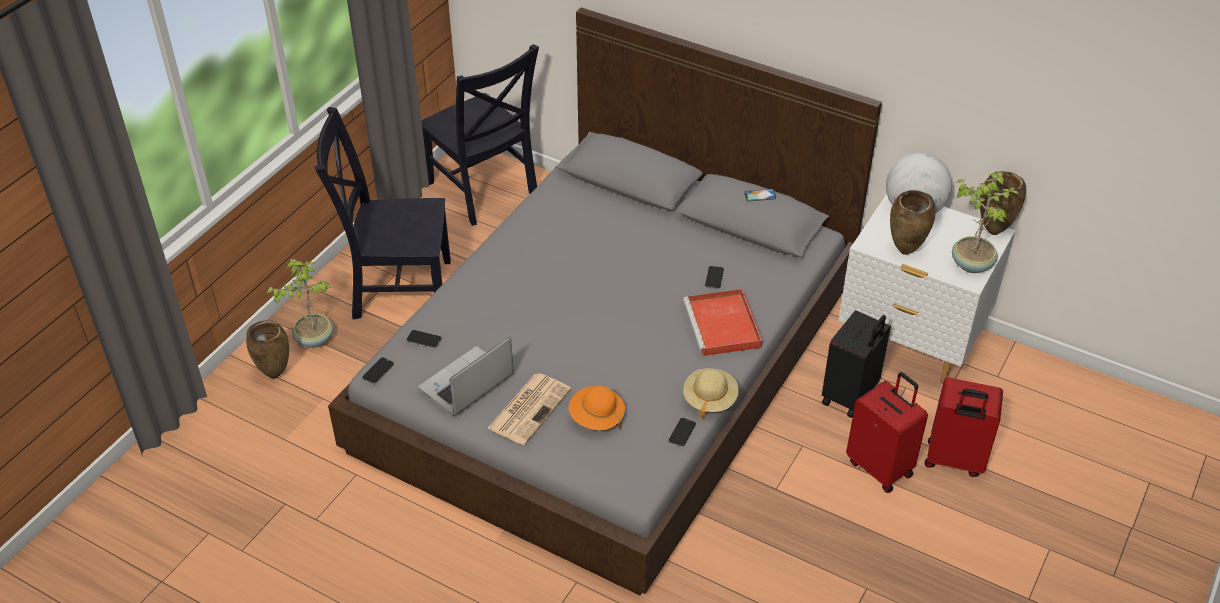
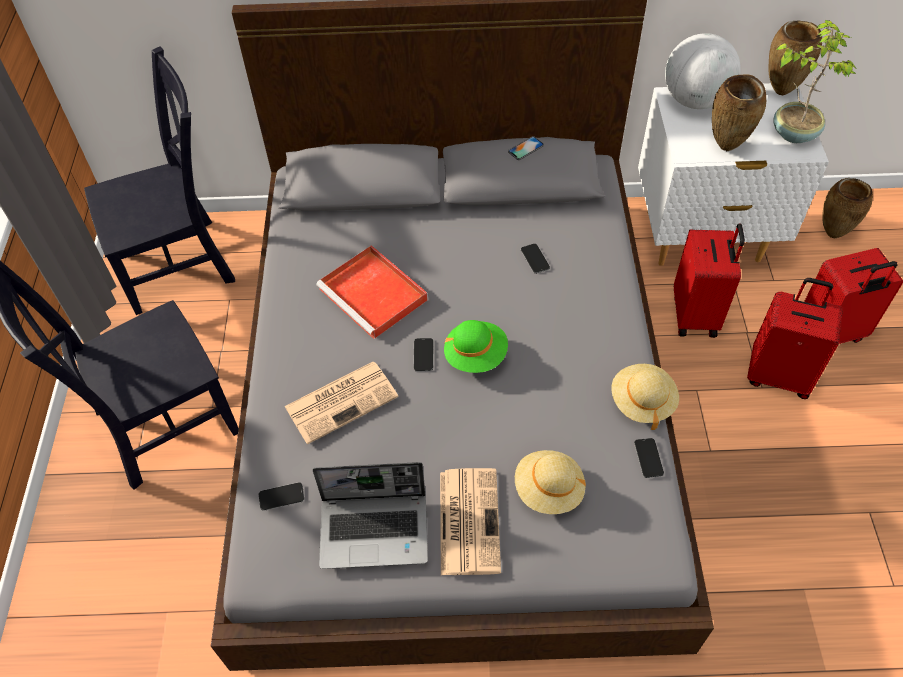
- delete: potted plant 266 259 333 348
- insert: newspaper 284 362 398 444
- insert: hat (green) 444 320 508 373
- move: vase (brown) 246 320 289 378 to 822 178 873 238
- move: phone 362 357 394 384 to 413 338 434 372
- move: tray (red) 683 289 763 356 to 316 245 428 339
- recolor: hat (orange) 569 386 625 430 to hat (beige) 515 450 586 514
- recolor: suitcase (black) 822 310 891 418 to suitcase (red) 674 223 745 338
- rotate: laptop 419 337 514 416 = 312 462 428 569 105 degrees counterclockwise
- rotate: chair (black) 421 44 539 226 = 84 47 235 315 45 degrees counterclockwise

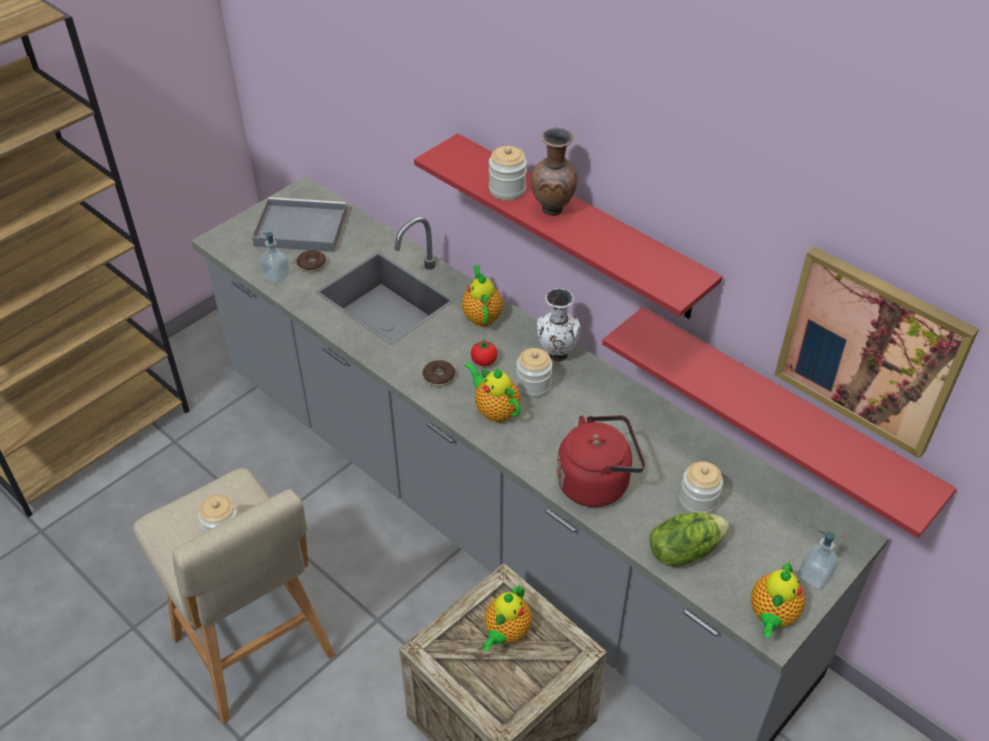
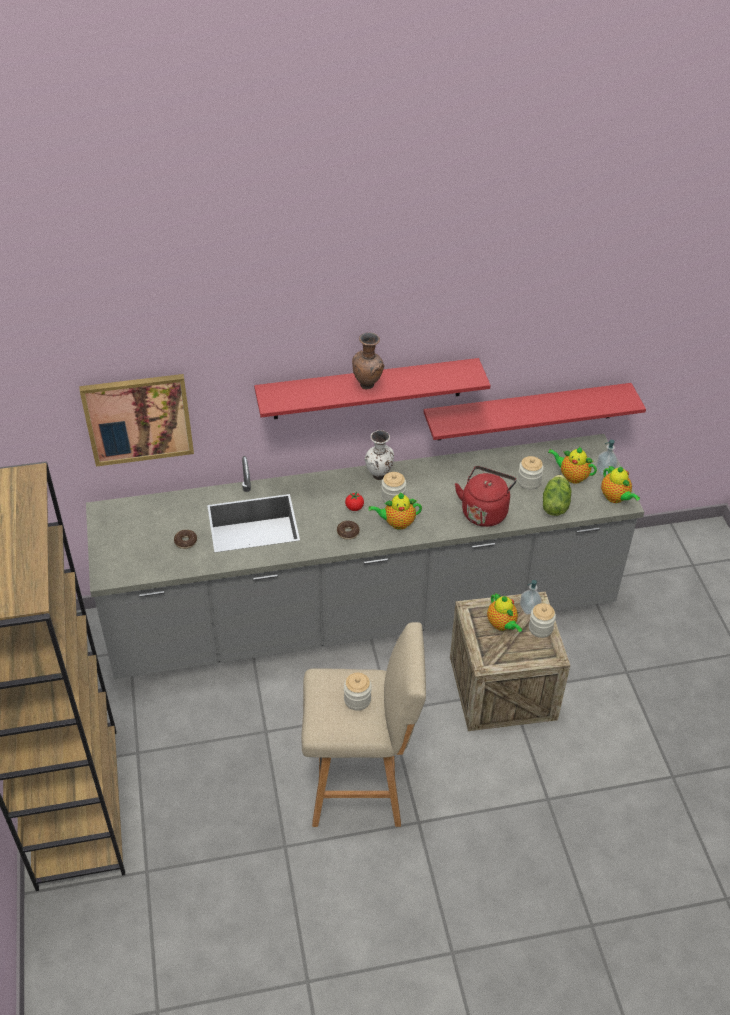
- delete: tray (grey) 252 197 347 252
- move: soap dispenser 260 232 291 284 to 520 580 542 615
- move: teapot 462 265 503 327 to 548 447 597 484
- move: jar 489 146 527 200 to 529 603 556 638
- move: picture 774 247 979 459 to 79 374 194 467

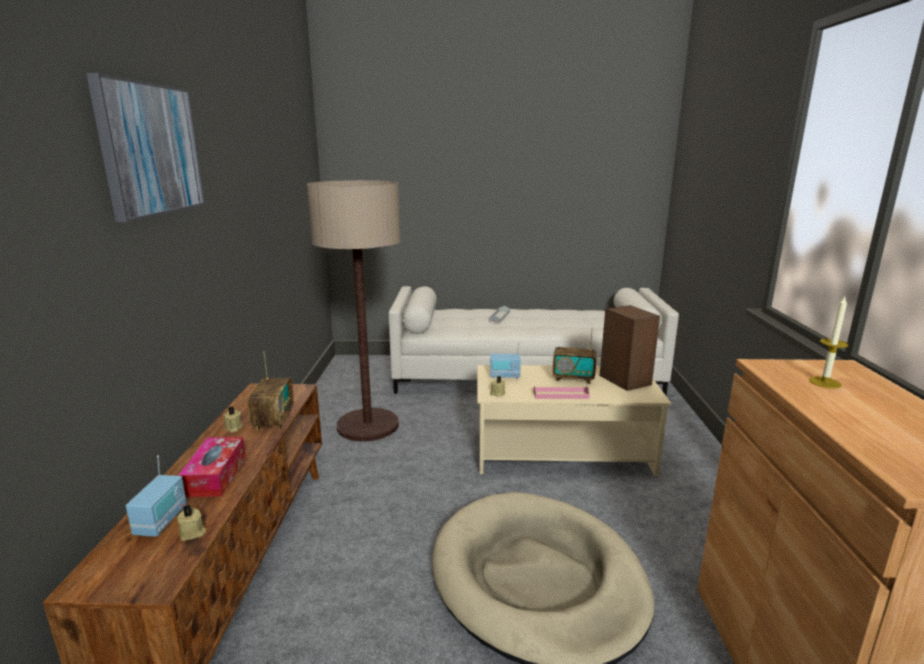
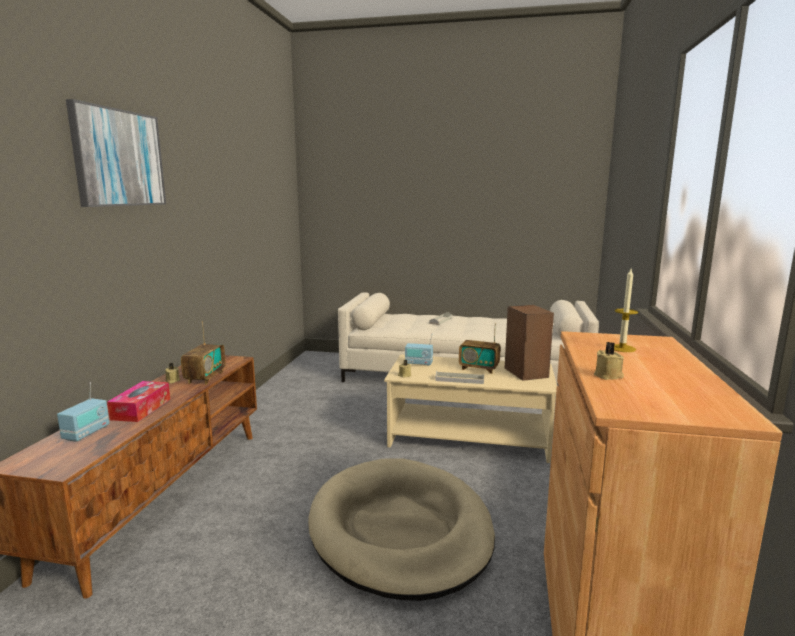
- delete: floor lamp 307 180 400 442
- move: candle (beige) 177 504 206 541 to 594 342 624 380
- recolor: tray (pink) 533 386 590 399 to tray (grey) 435 371 484 384

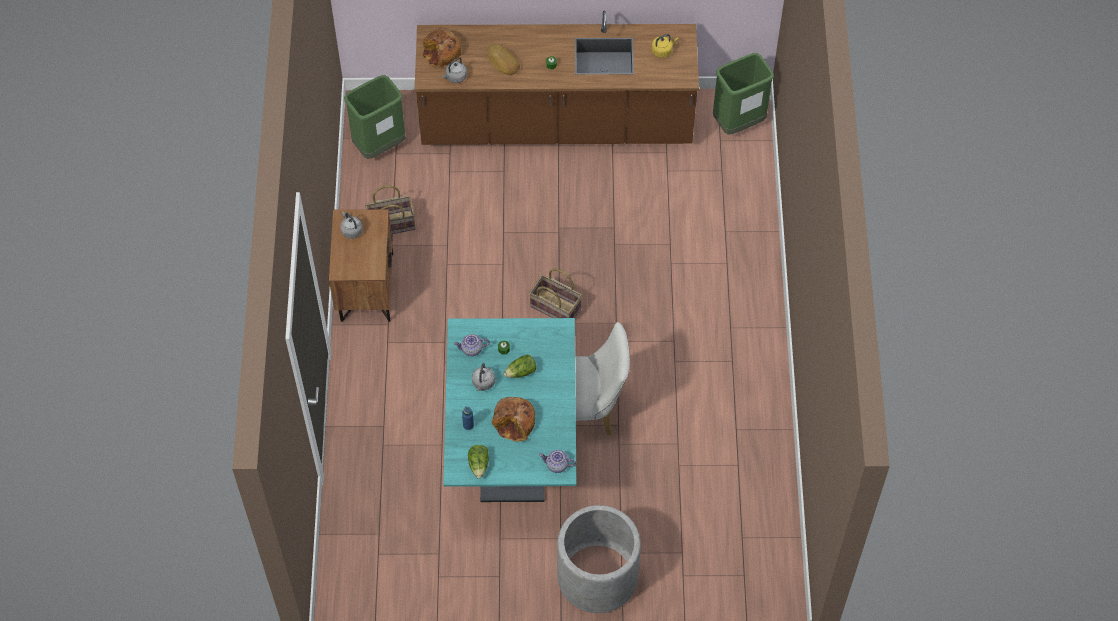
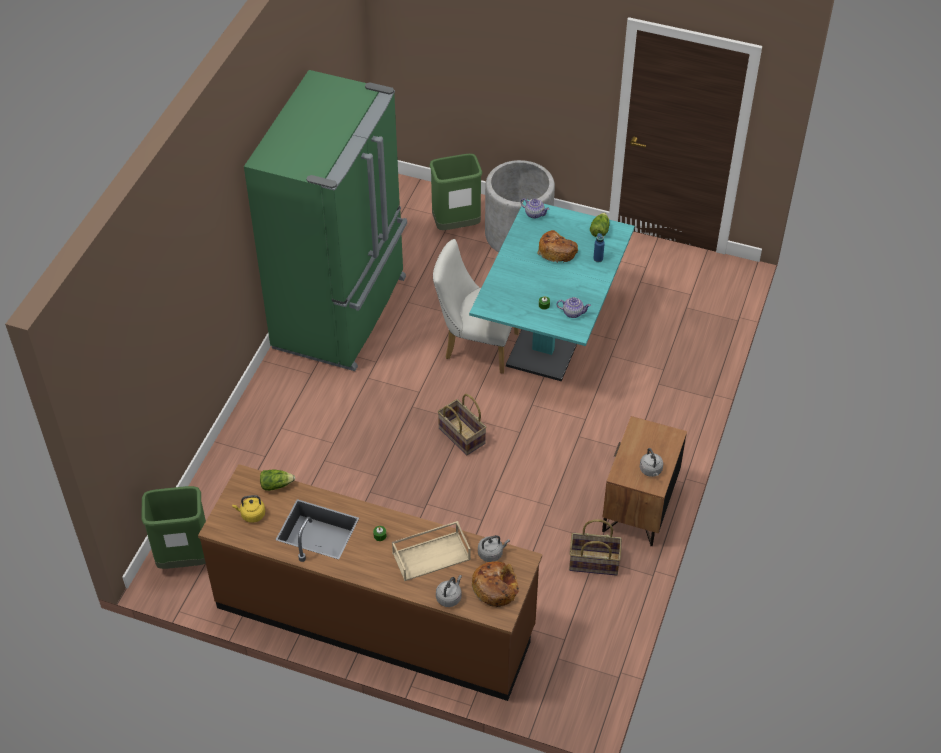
- insert: fridge (green) 244 70 407 371
- move: trash can (green) 344 75 406 159 to 429 154 482 230
- move: kettle (grey) 472 363 495 391 to 436 575 462 607
- move: lettuce 504 355 536 378 to 260 469 295 491
- replace: bread 487 44 520 75 to tray (beige) 392 521 471 581

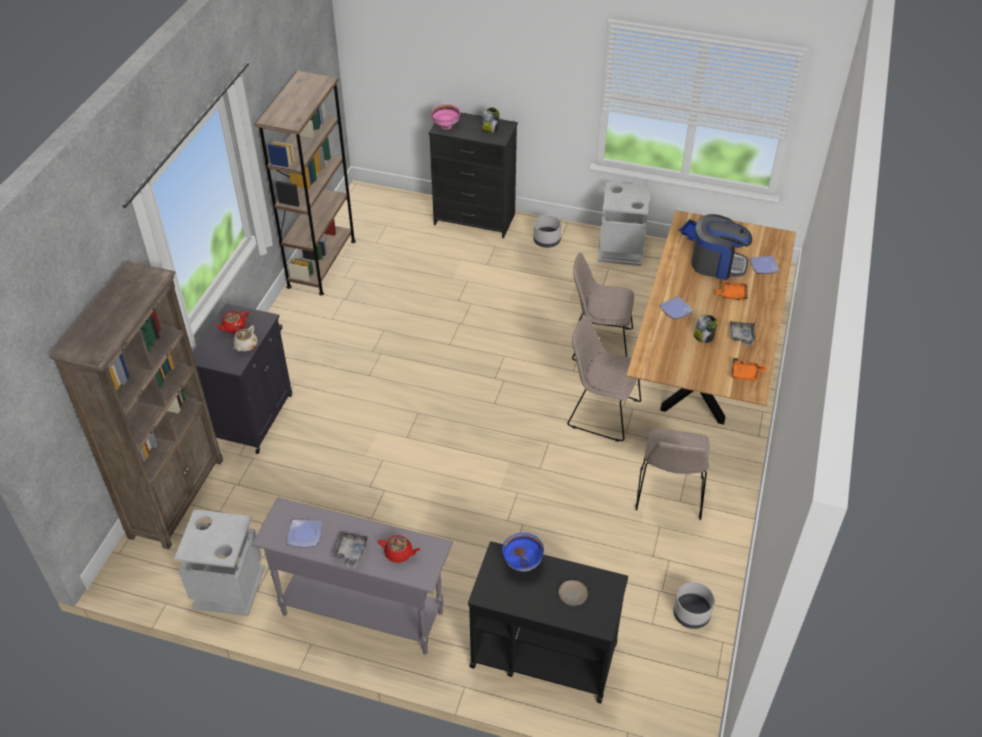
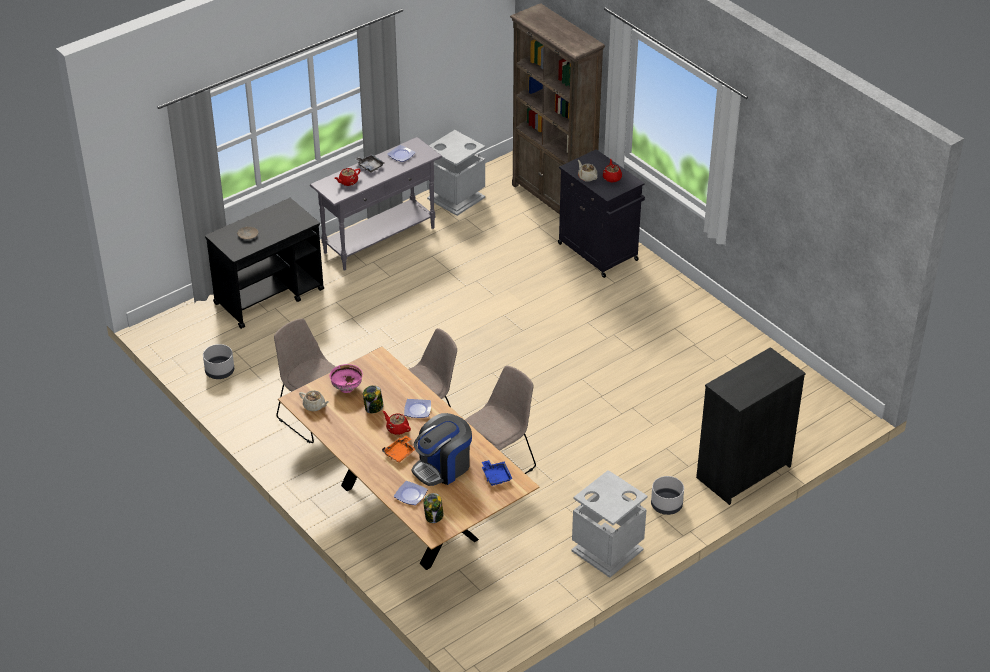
- delete: bookcase (brown) 256 71 356 296
- delete: bowl (blue) 502 533 544 571
- delete: tray (grey) 730 322 755 345
- insert: teapot (red) 383 411 411 435
- move: bowl (pink) 431 104 461 130 to 330 364 363 393
- move: jar 481 107 500 133 to 424 493 443 523
- replace: tray (orange) 731 358 767 381 to teapot (beige) 299 390 329 411

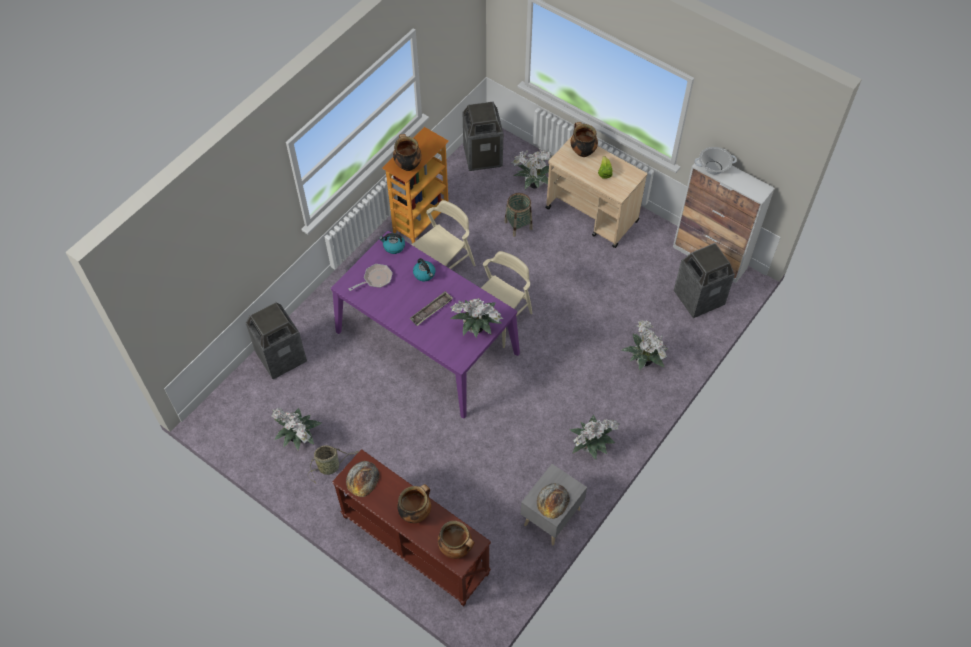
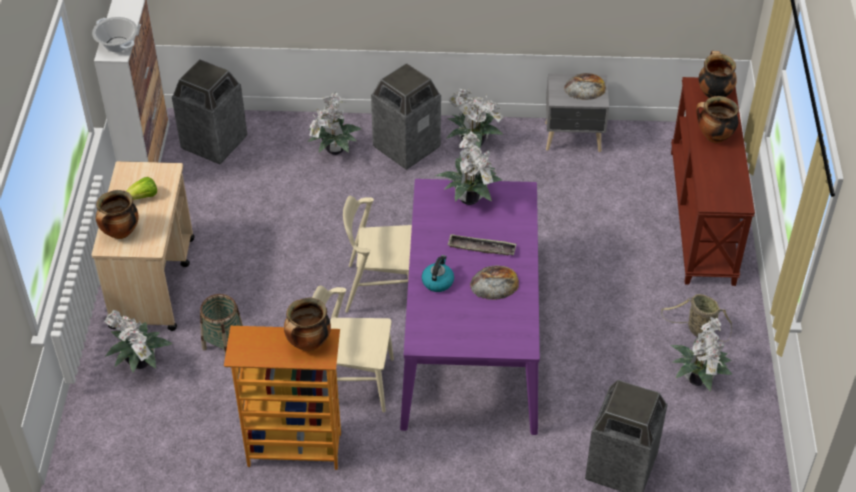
- delete: frying pan 348 264 393 291
- delete: kettle 379 233 405 254
- move: bread 346 461 380 497 to 470 265 519 300
- move: trash can 462 102 503 171 to 371 63 441 170

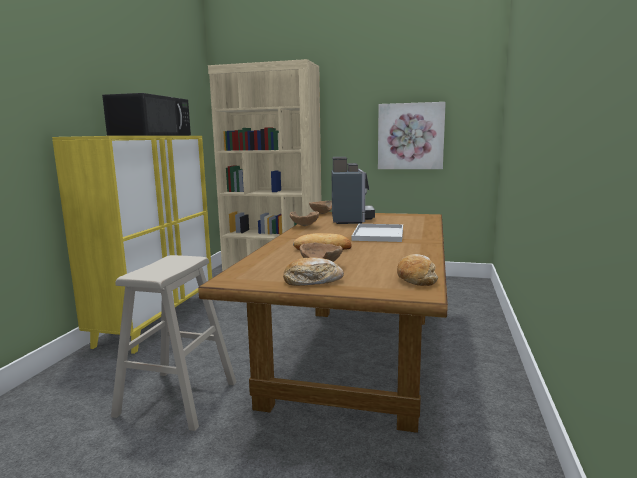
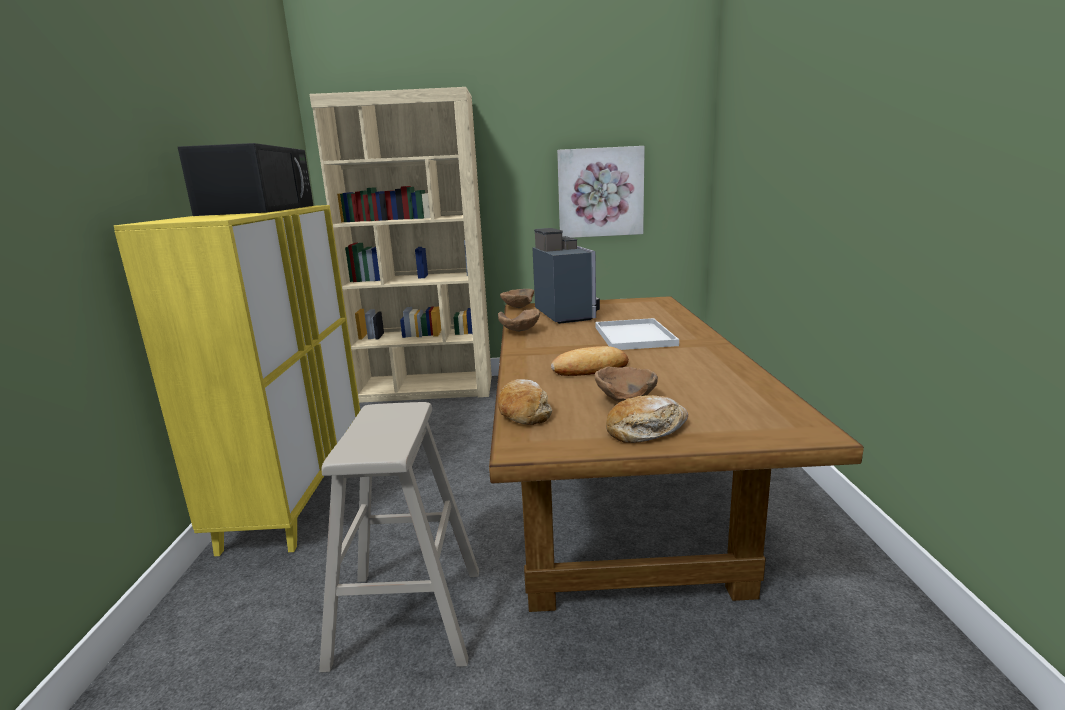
- move: bread 397 254 438 286 to 498 379 552 425

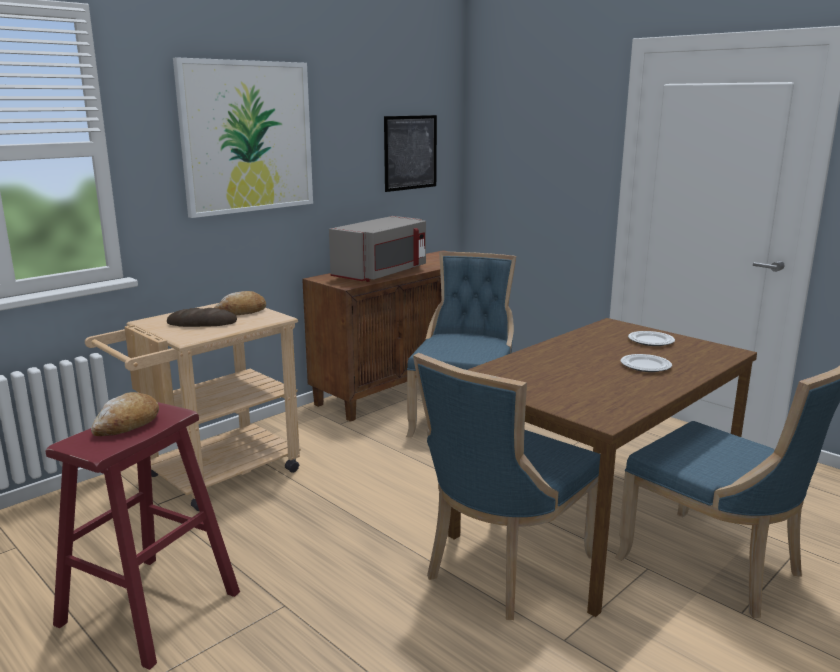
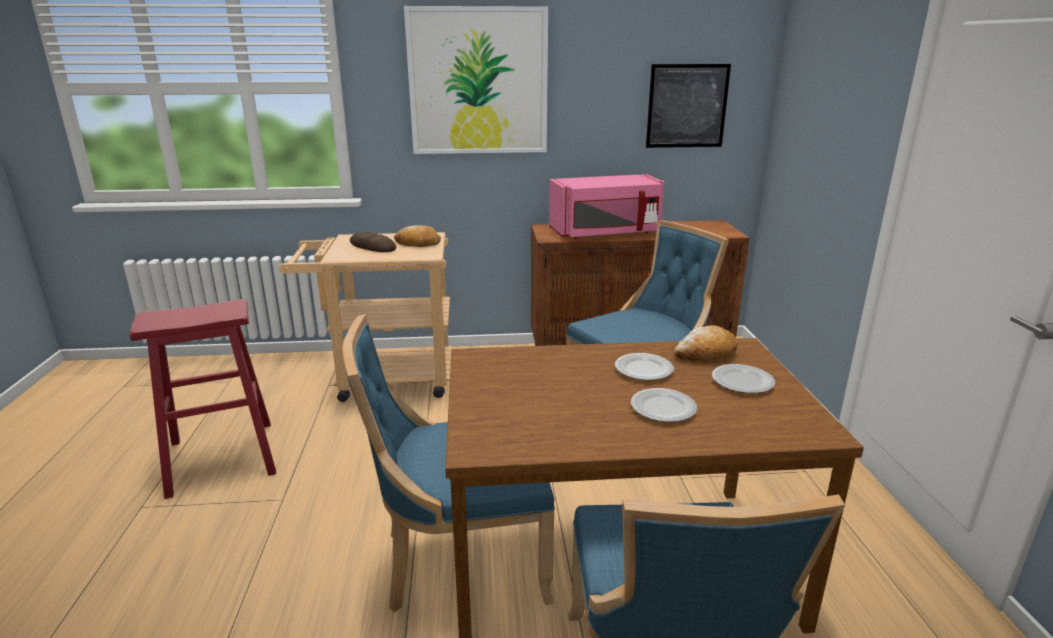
- insert: plate 615 353 674 380
- move: bread 91 392 159 436 to 674 325 738 361
- recolor: microwave (grey) 329 216 426 282 to microwave (pink) 549 174 665 239

